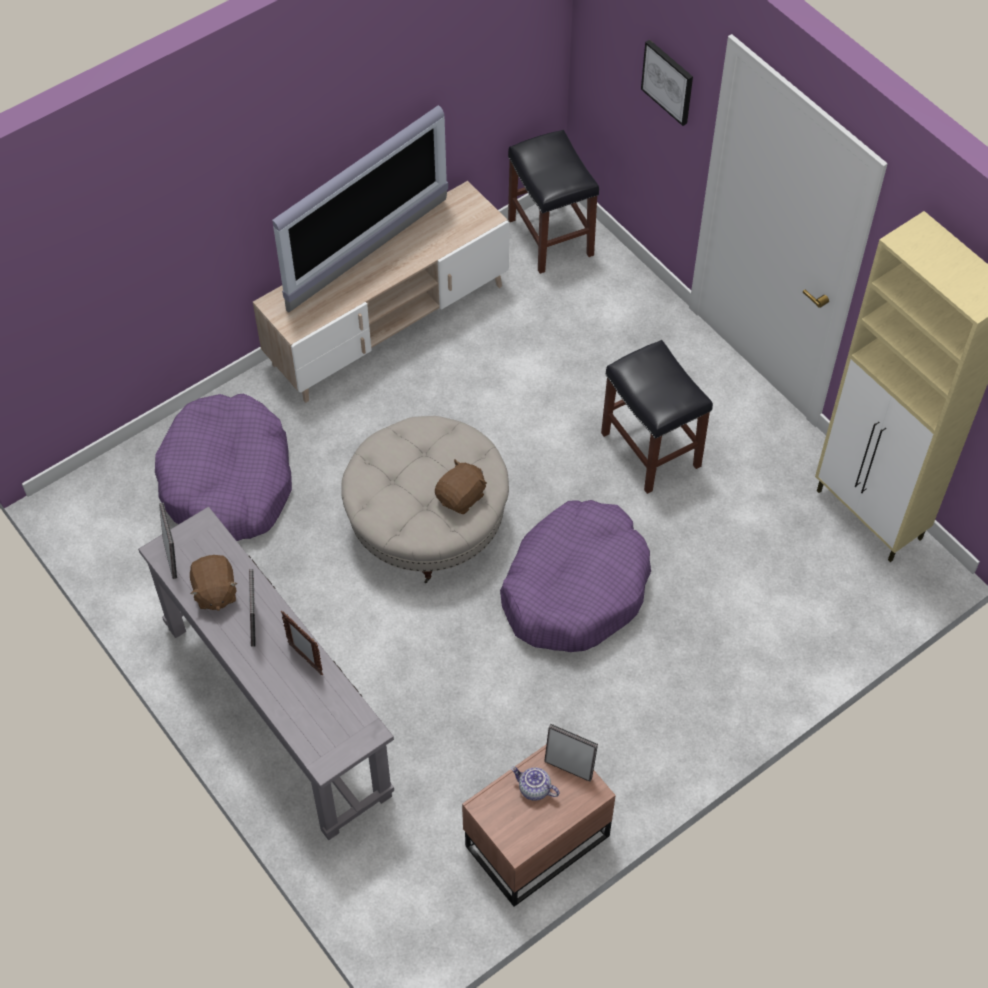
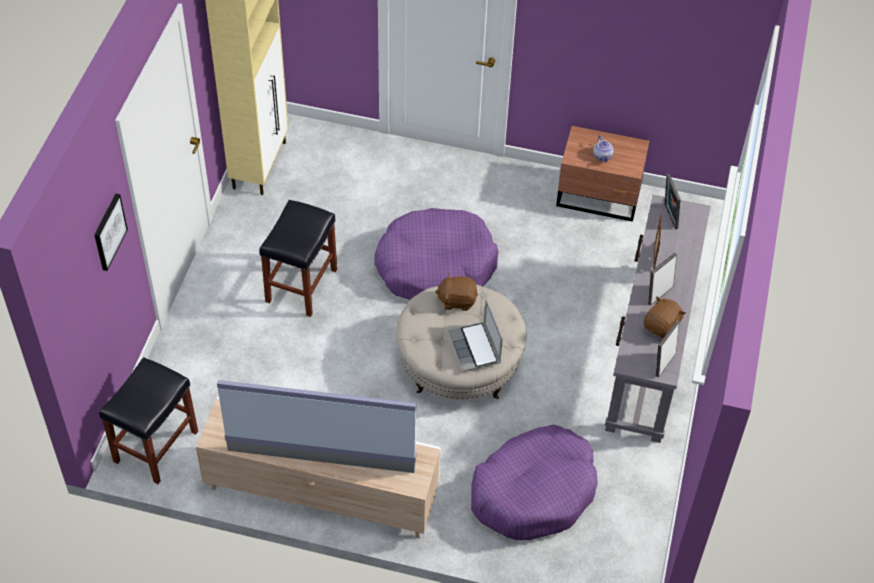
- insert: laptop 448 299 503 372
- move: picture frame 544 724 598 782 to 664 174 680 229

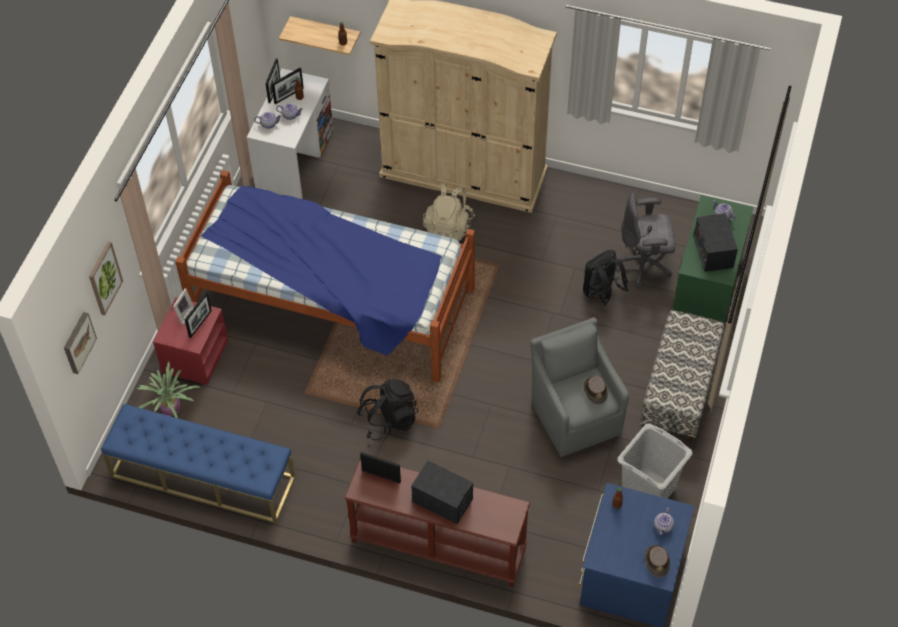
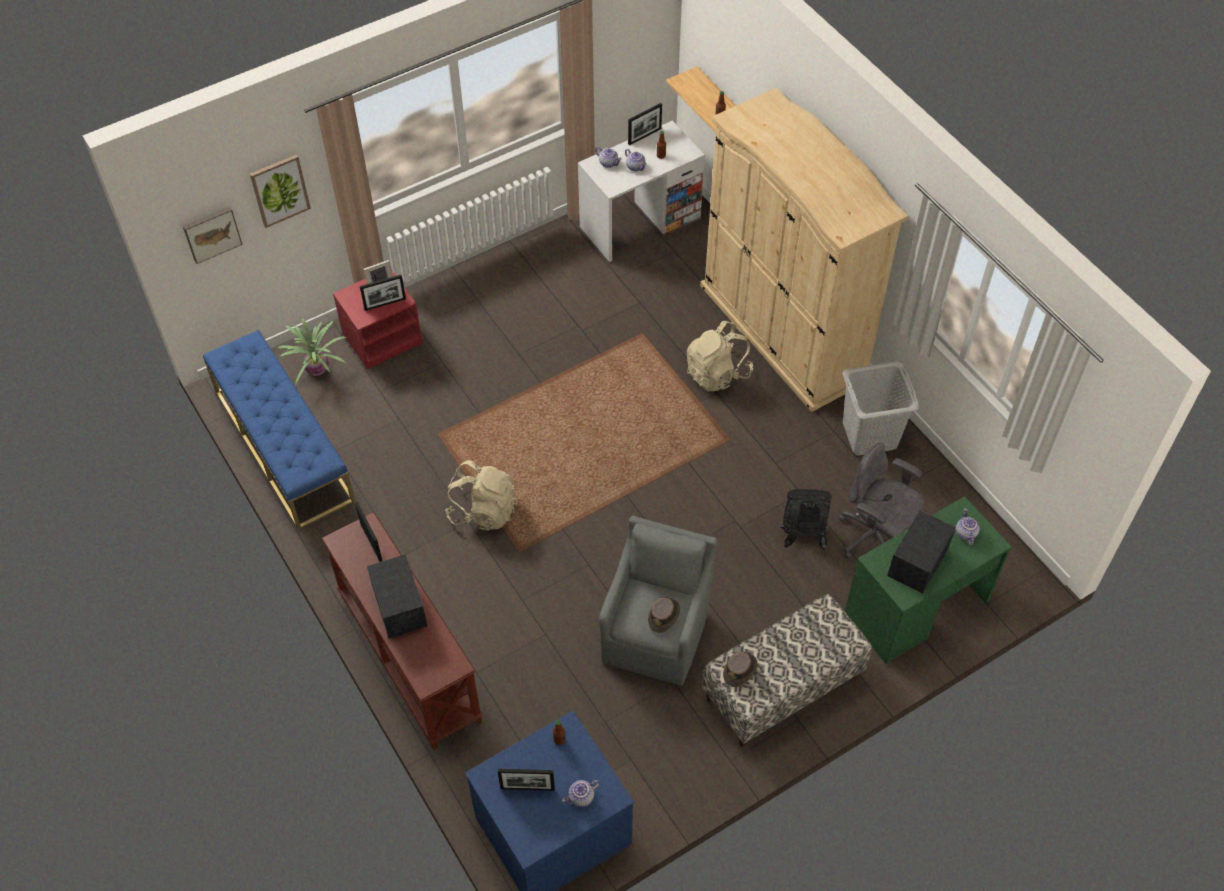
- delete: bed 175 170 475 383
- move: picture frame 271 68 304 104 to 498 769 555 791
- move: laundry basket (grey) 617 424 693 499 to 843 361 919 455
- move: hat (brown) 645 545 670 578 to 723 652 758 687
- recolor: backpack (black) 357 379 418 441 to backpack (beige) 445 460 518 531

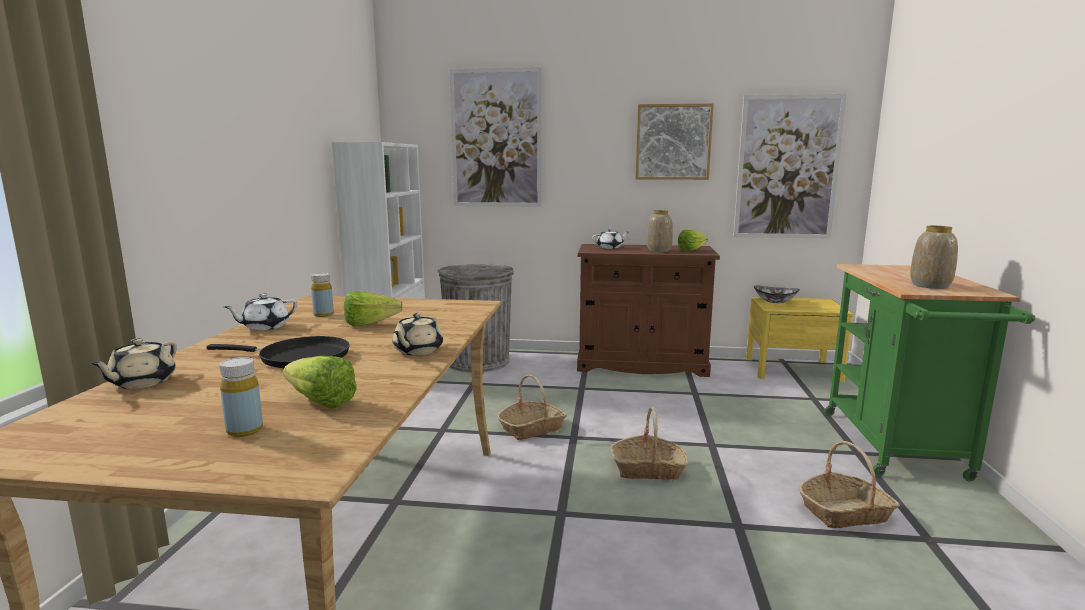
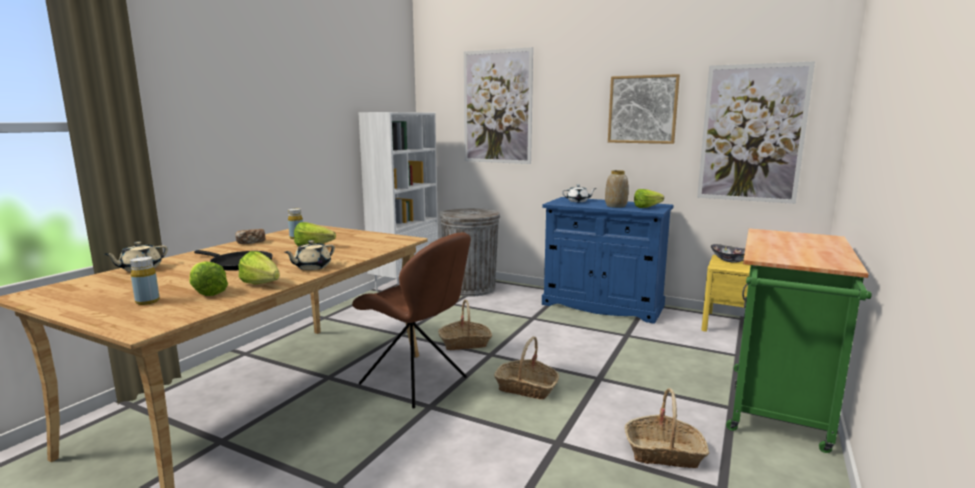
- delete: vase 910 226 958 289
- insert: lettuce 238 251 280 285
- insert: chair (brown) 352 232 471 409
- replace: teapot (white) 224 293 297 330 to bread 235 229 265 244
- recolor: cabinet (brown) 577 244 720 377 to cabinet (blue) 542 197 674 324

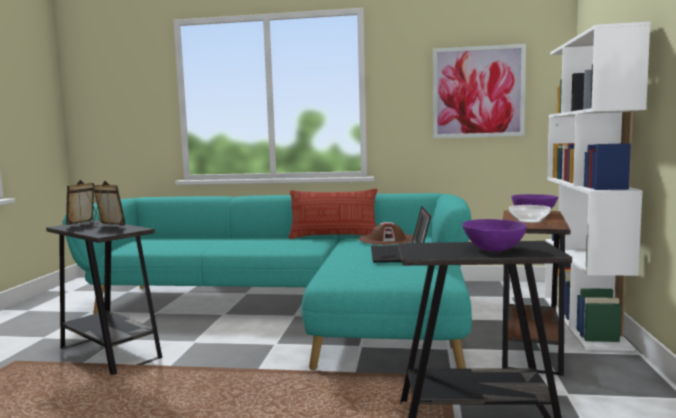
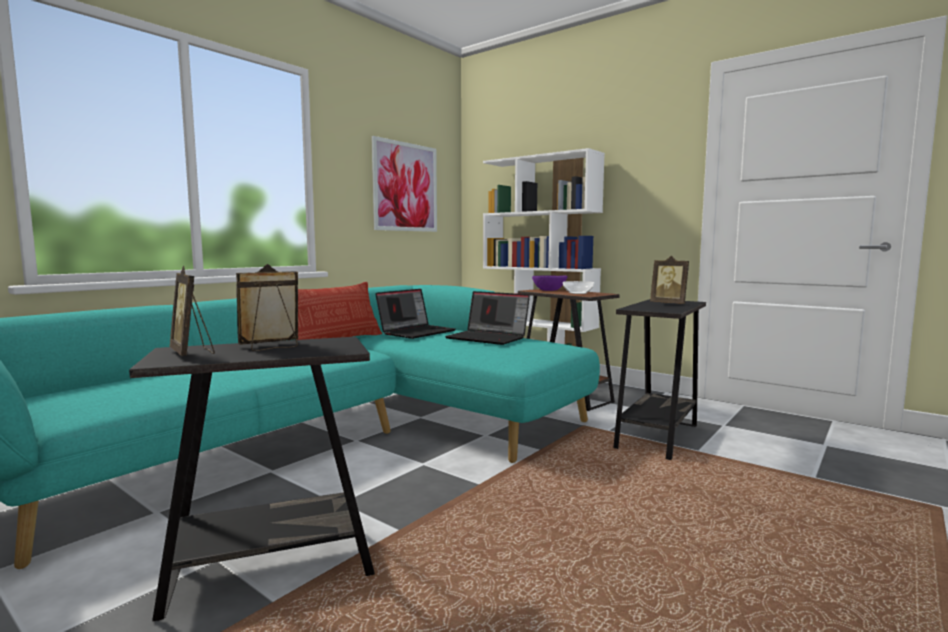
- replace: hat (brown) 358 222 414 245 to laptop 375 289 456 339
- replace: bowl (purple) 462 219 527 252 to picture frame 650 256 689 304

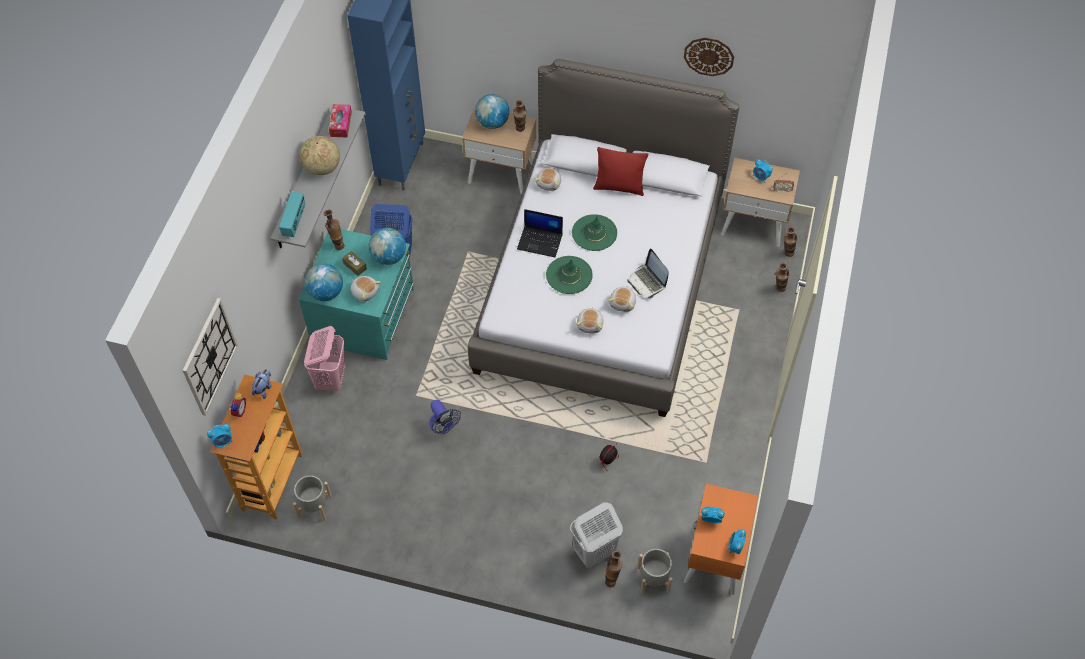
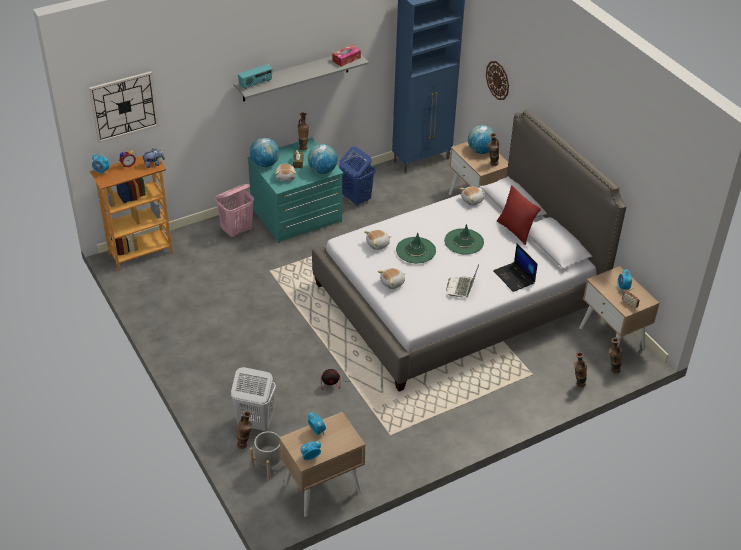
- delete: planter (grey) 293 475 332 521
- delete: globe 300 136 340 175
- delete: fan 429 400 461 434
- move: laptop 517 209 563 257 to 493 244 538 292
- move: plush toy 608 286 636 312 to 364 230 391 250
- move: wall clock 684 38 734 76 to 486 61 509 100
- recolor: nightstand (orange) 684 484 758 595 to nightstand (beige) 279 412 366 517

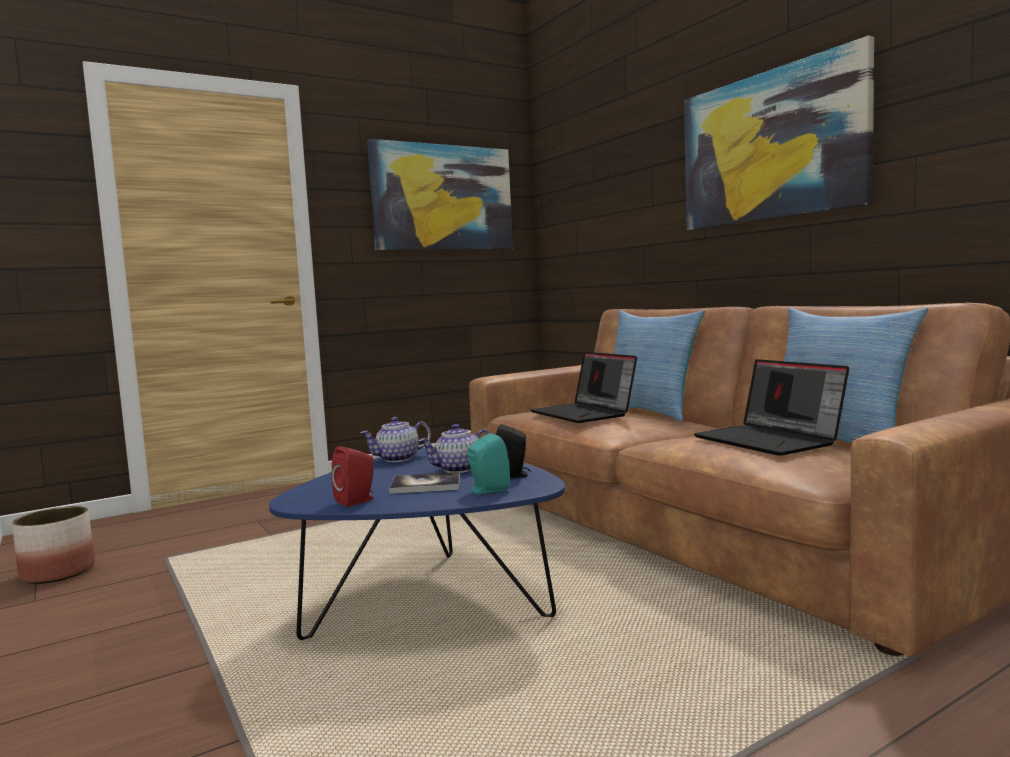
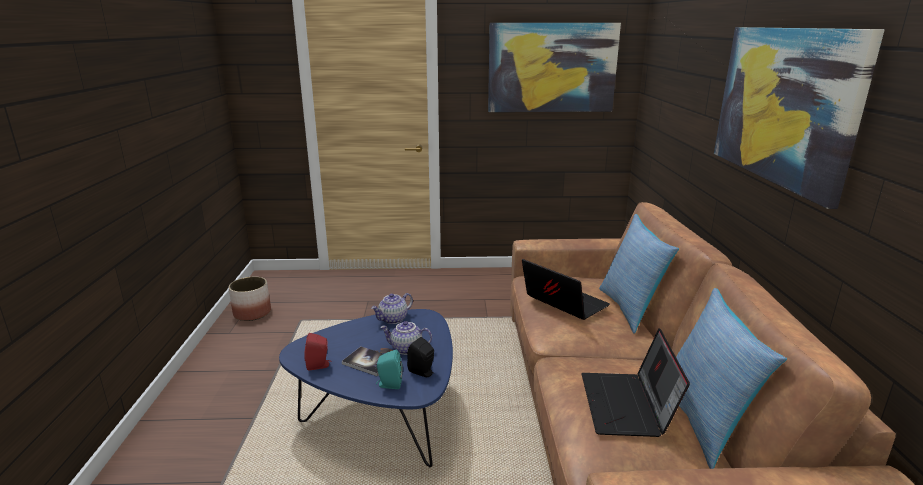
- rotate: teapot 361 417 431 462 = 371 293 413 324 45 degrees counterclockwise
- rotate: laptop 530 352 637 423 = 522 259 610 320 135 degrees clockwise

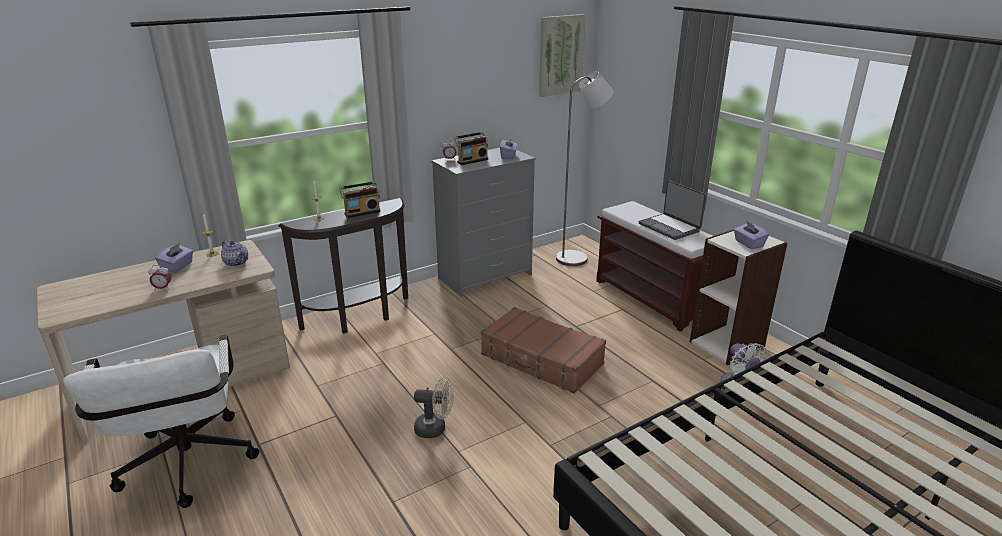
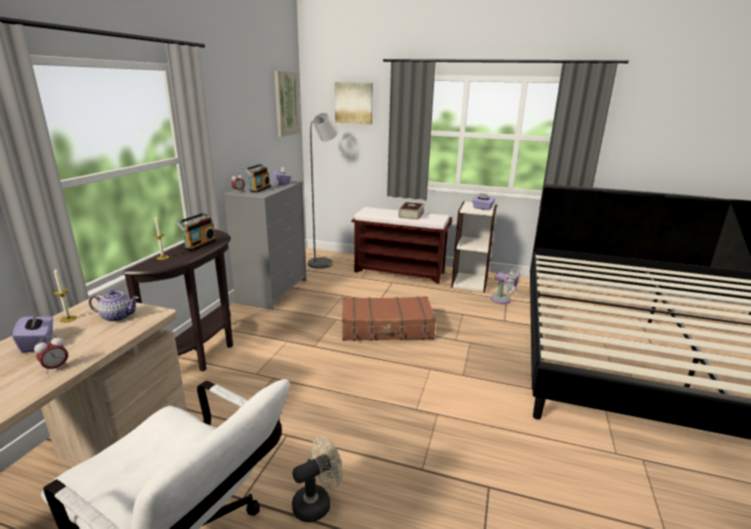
- insert: picture 335 82 373 124
- move: fan (beige) 414 377 454 438 to 292 437 343 522
- replace: laptop 639 180 706 240 to book 398 202 424 220

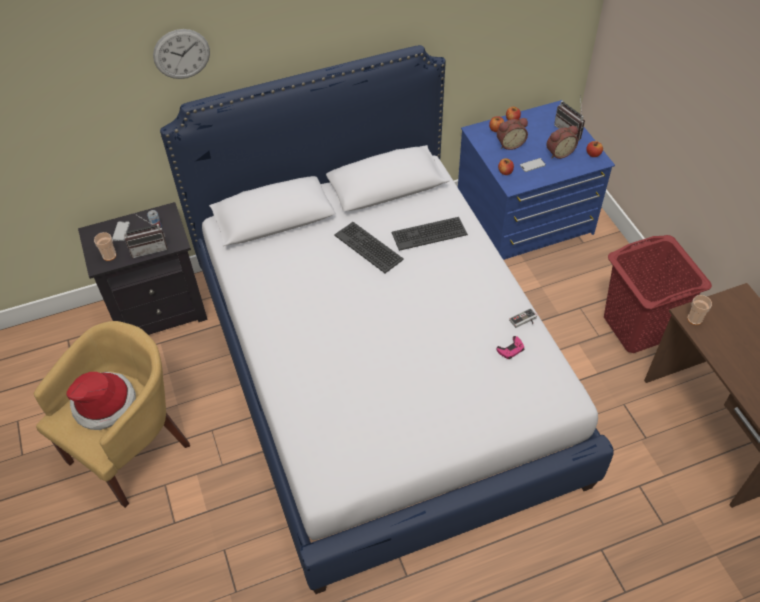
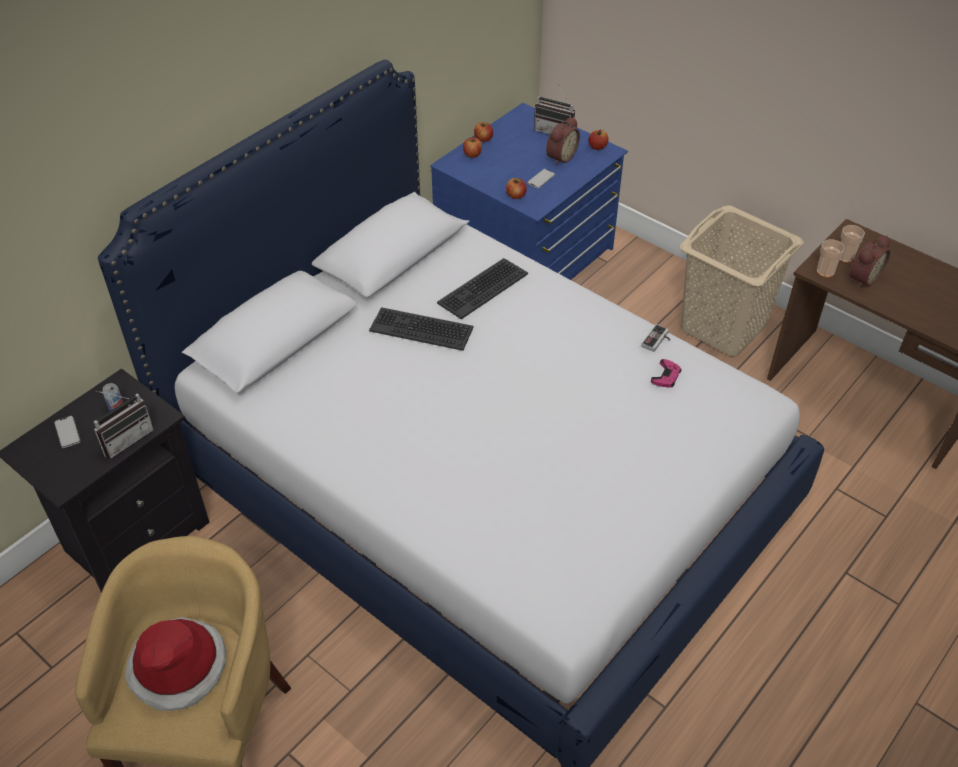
- delete: wall clock 153 29 210 79
- move: cup 94 232 116 261 to 839 225 865 263
- move: alarm clock 497 118 528 150 to 849 235 890 288
- recolor: laundry basket (red) 604 235 712 353 to laundry basket (beige) 680 206 803 356

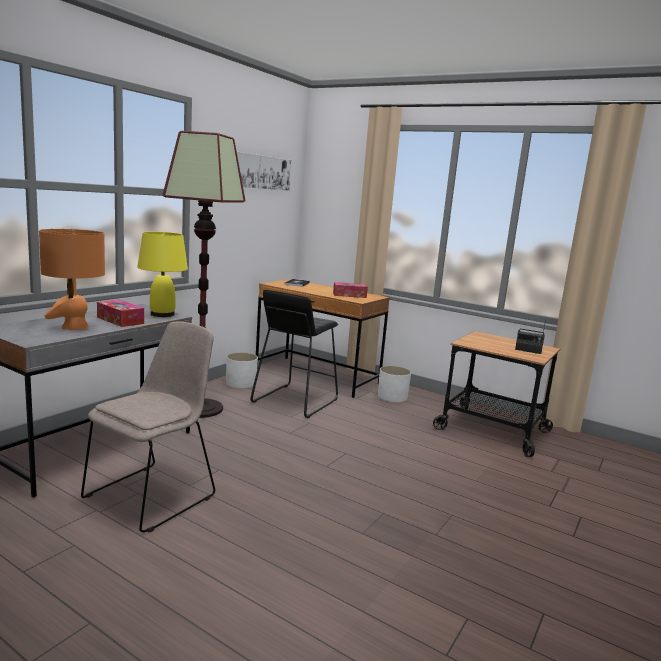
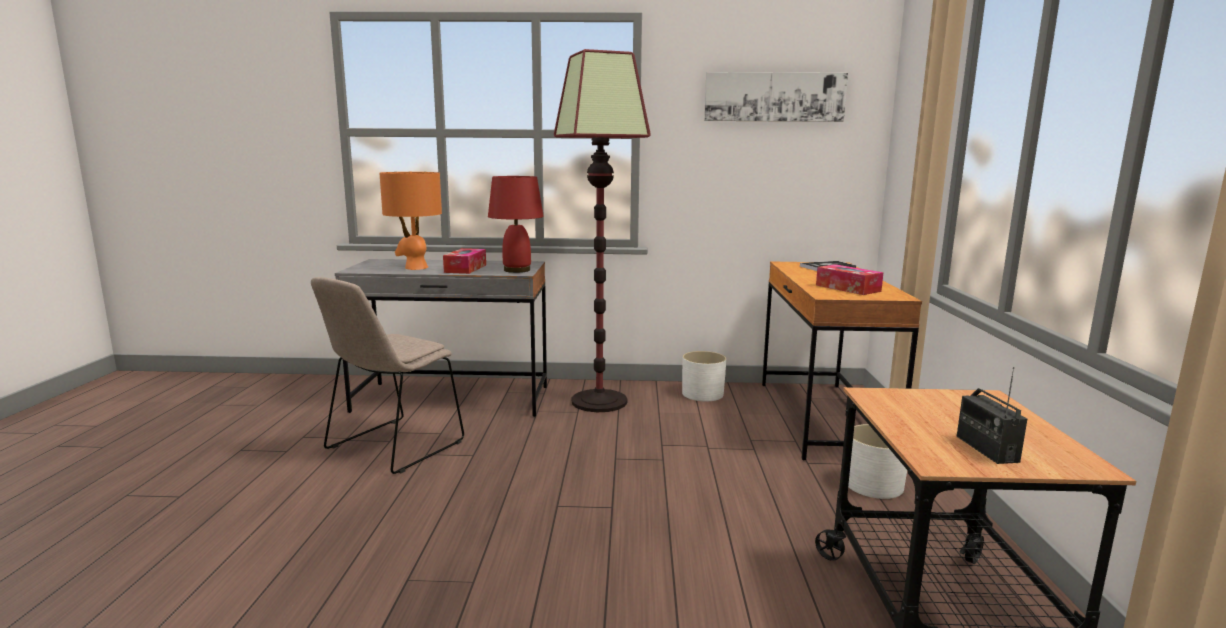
- delete: stool (black) 251 290 338 418
- recolor: table lamp (yellow) 137 232 188 317 to table lamp (red) 488 176 544 273
- rotate: chair (beige) 81 321 215 533 = 311 277 464 474 120 degrees clockwise

